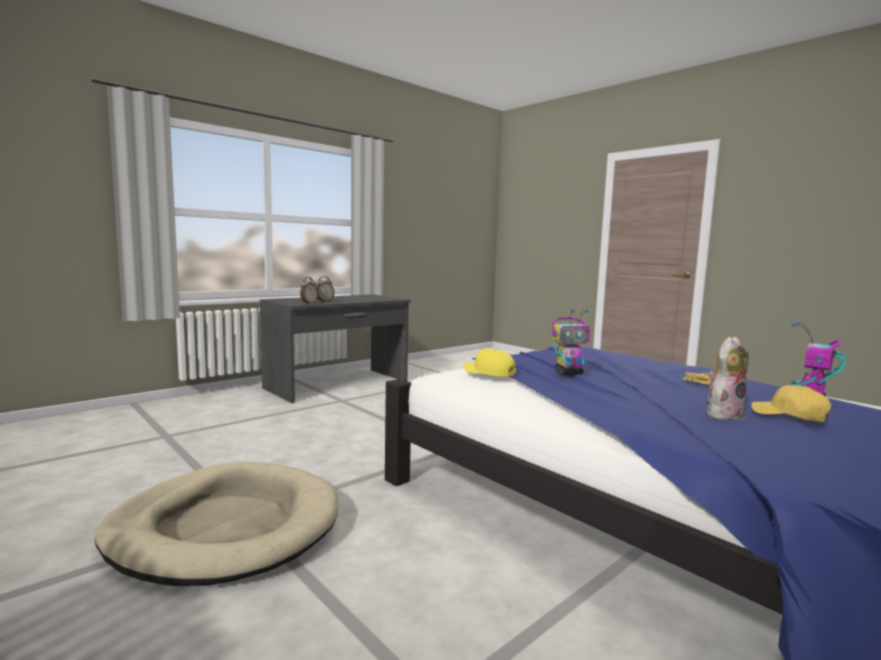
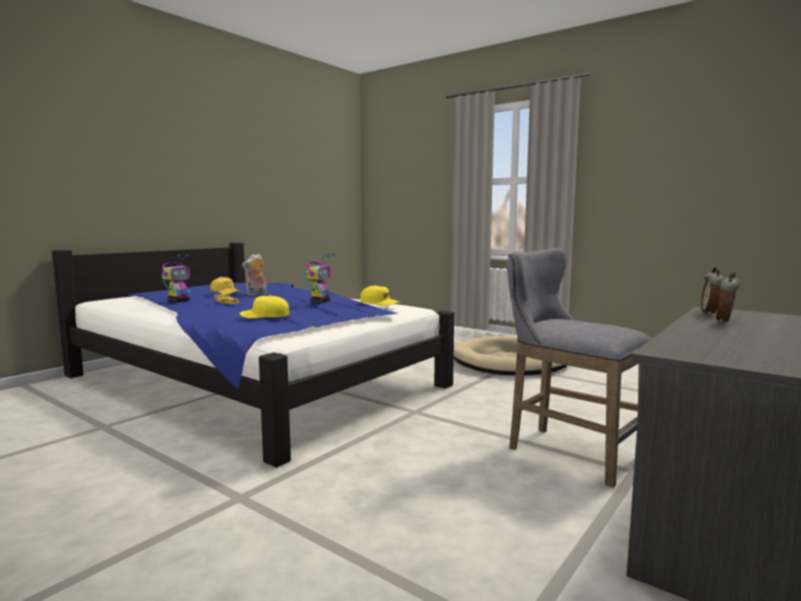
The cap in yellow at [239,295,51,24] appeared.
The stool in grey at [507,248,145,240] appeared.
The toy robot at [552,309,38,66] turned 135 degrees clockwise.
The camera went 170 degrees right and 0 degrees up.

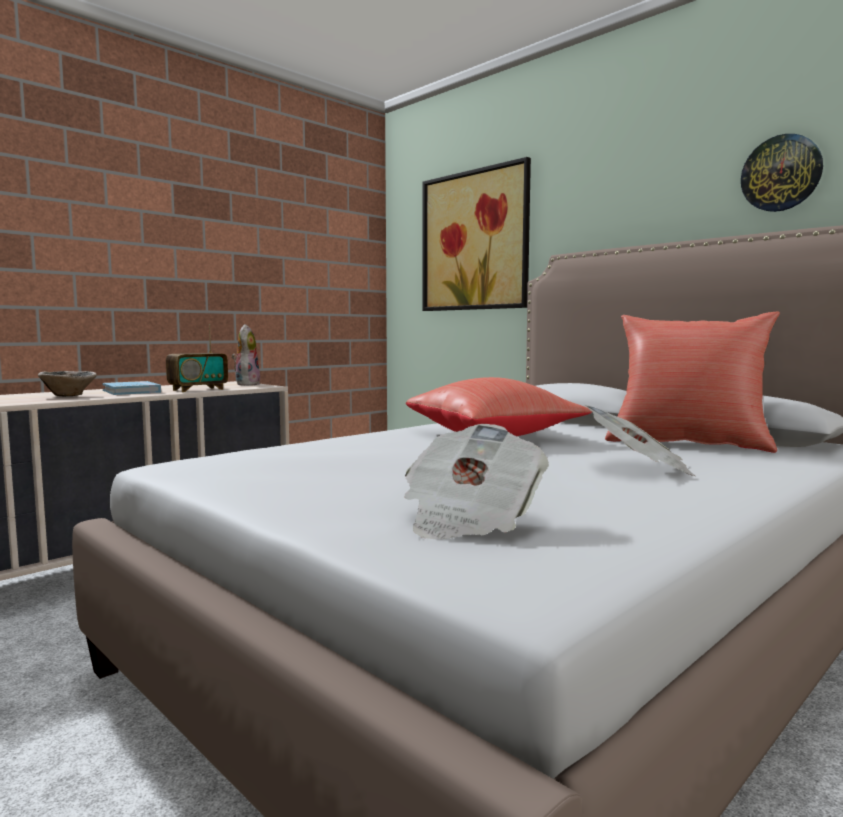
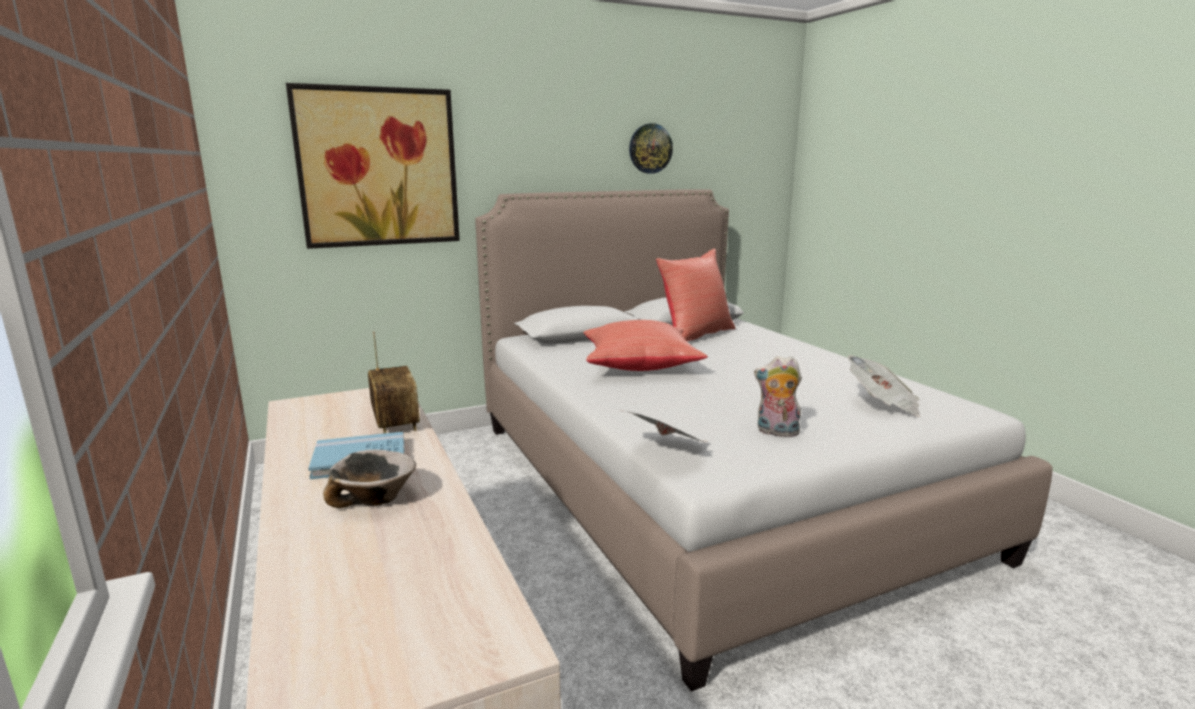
The plush toy moved from [232,324,28,62] to [754,356,48,81].
The newspaper moved from [585,405,110,71] to [625,411,83,31].
The camera went 70 degrees left and 10 degrees up.

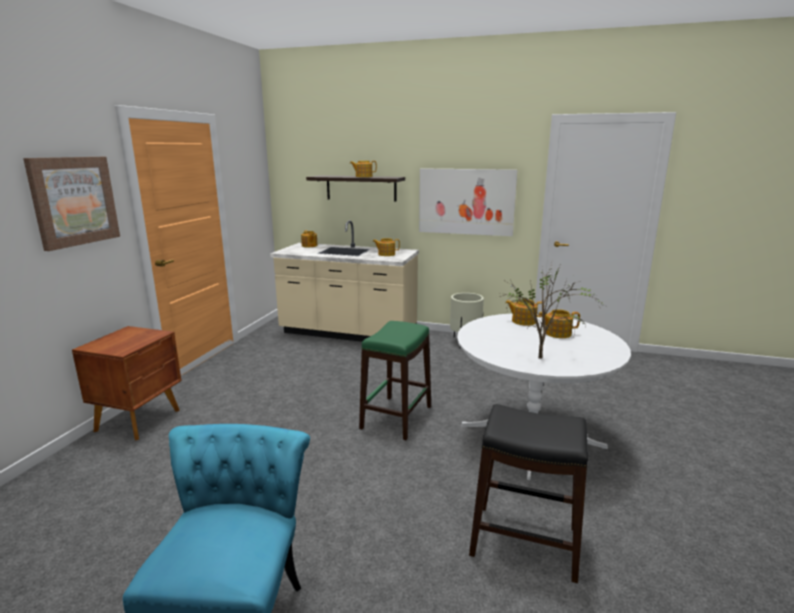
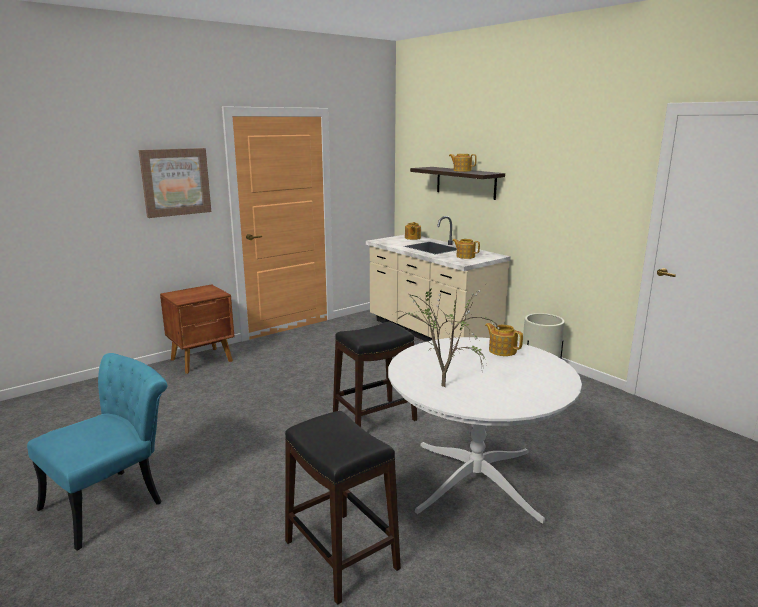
The picture at [419,168,99,68] disappeared.
The teapot at [539,309,41,29] disappeared.
The stool in green at [359,321,72,119] became the stool in black at [333,322,84,105].
The camera went 35 degrees right and 0 degrees up.

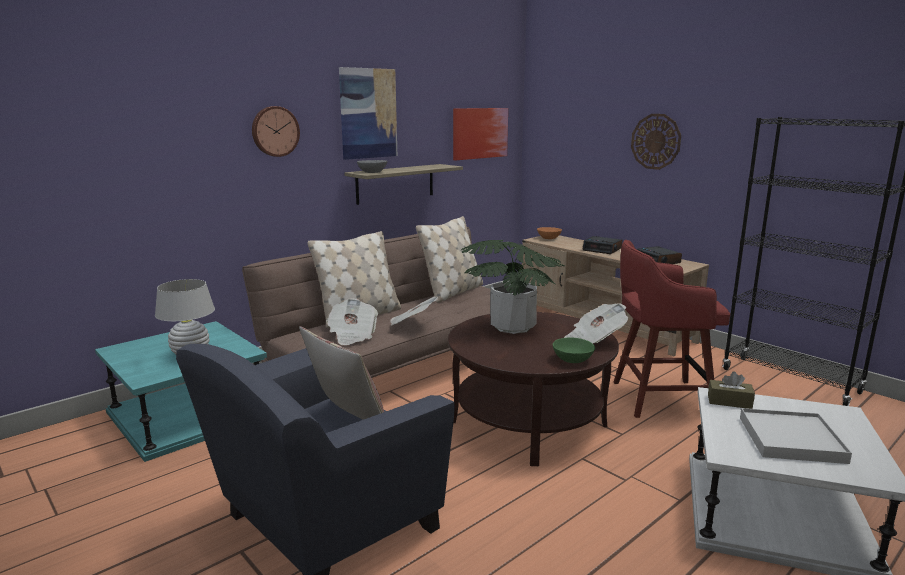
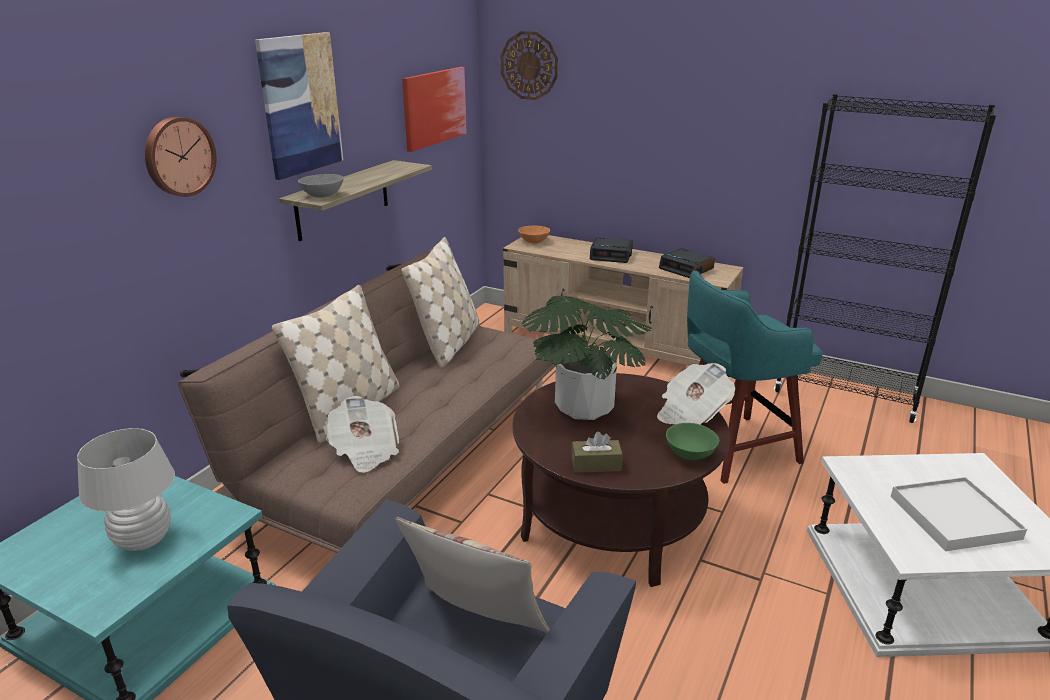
The newspaper at [390,297,48,29] disappeared.
The wall clock moved from [631,114,50,56] to [501,31,57,69].
The tissue box in brown moved from [708,371,47,38] to [571,432,52,41].
The stool in red at [614,240,116,178] became the stool in turquoise at [687,270,136,214].
The camera went 20 degrees left and 10 degrees up.

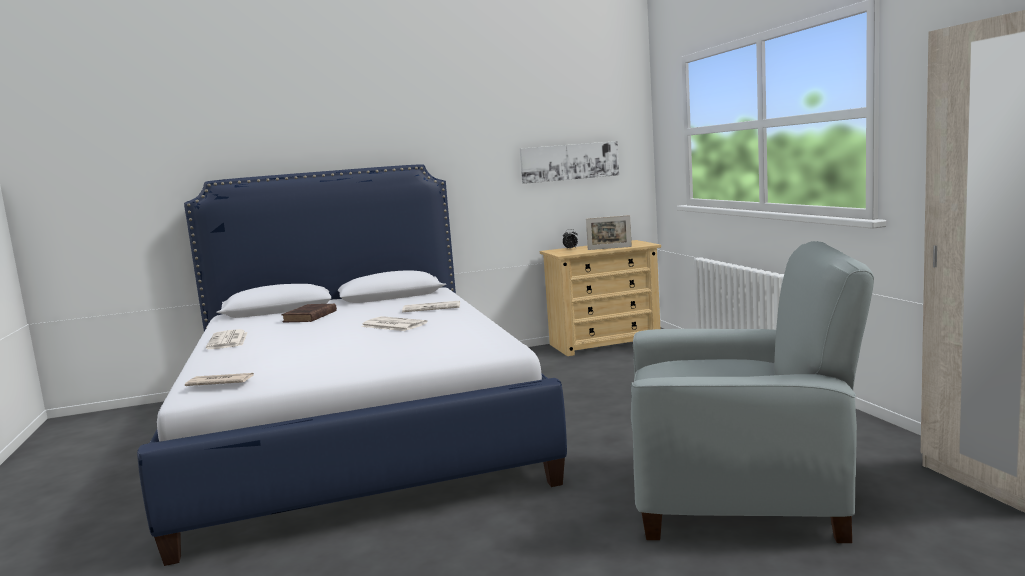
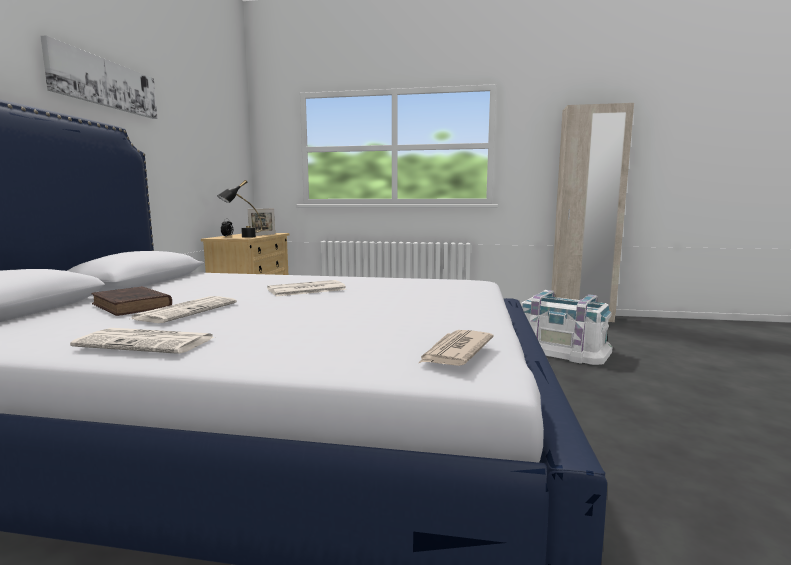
The table lamp in black at [217,180,45,58] appeared.
The newspaper moved from [402,301,58,11] to [131,296,106,27].
The picture moved from [520,141,99,43] to [40,35,117,84].
The armchair in grey at [631,241,243,302] was replaced by the storage box in white at [521,290,91,75].
The camera went 65 degrees left and 0 degrees up.

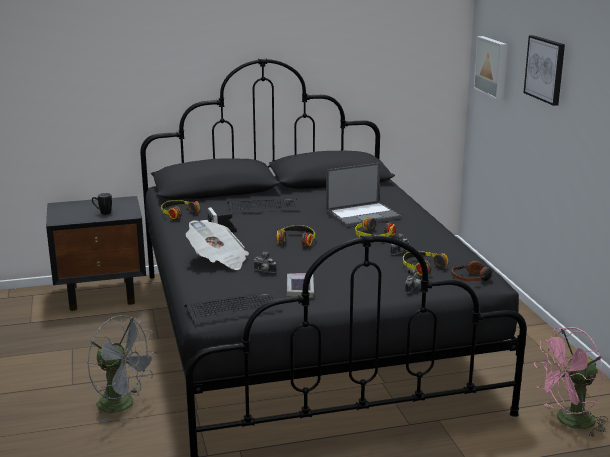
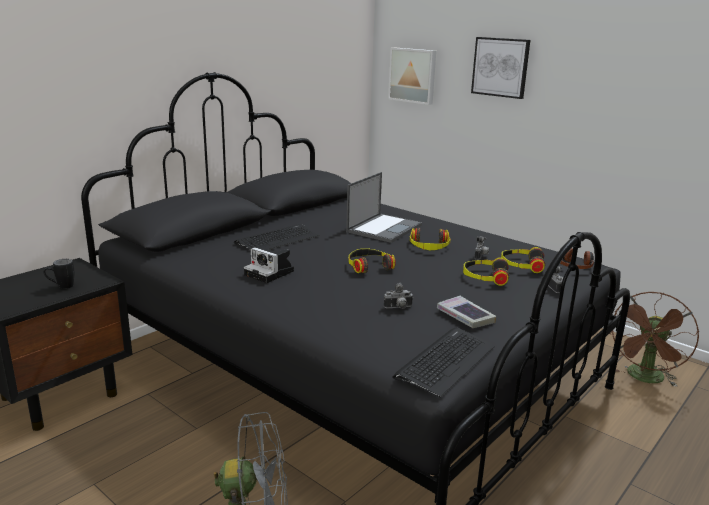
The newspaper at [186,220,63,50] disappeared.
The headphones moved from [161,200,39,19] to [463,257,46,29].
The fan in pink at [534,327,74,109] became the fan in brown at [609,292,90,95].
The camera went 35 degrees left and 0 degrees up.

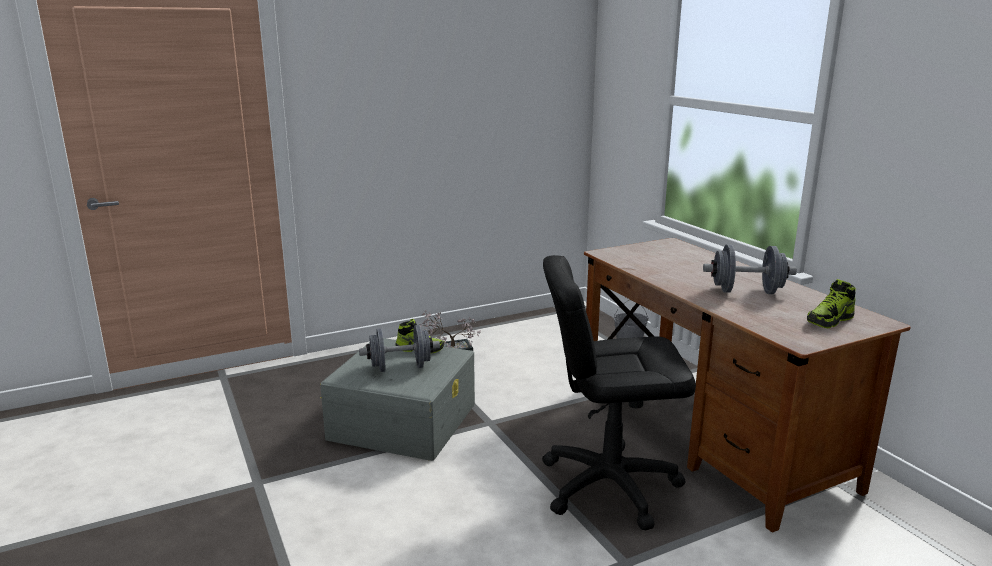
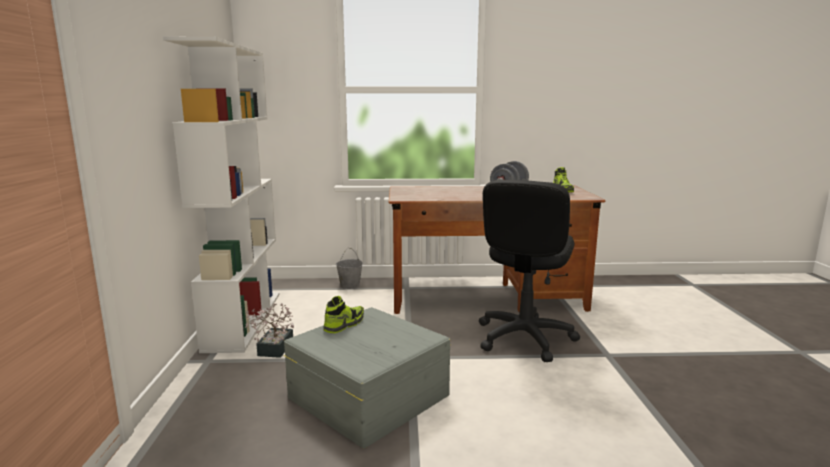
The dumbbell in grey at [359,325,81,47] disappeared.
The bookcase in white at [163,37,117,316] appeared.
The camera went 65 degrees left and 5 degrees down.

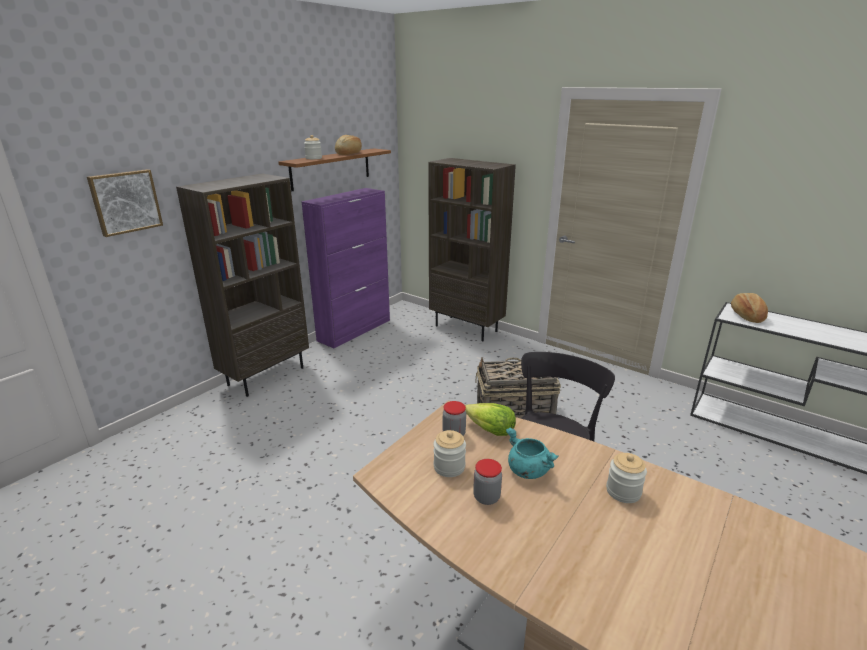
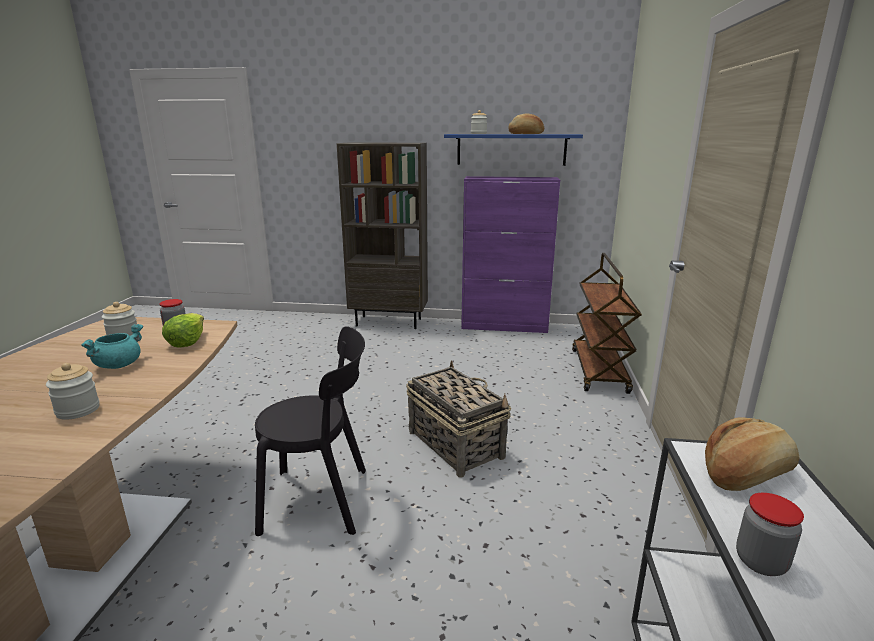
The picture at [87,169,76,68] disappeared.
The jar moved from [473,459,29,46] to [736,493,68,83].
The bookcase in brown at [428,158,88,183] was replaced by the cart in brown at [572,253,70,141].
The shelf in brown at [278,148,113,43] became the shelf in blue at [444,134,139,32].
The camera went 60 degrees right and 5 degrees down.

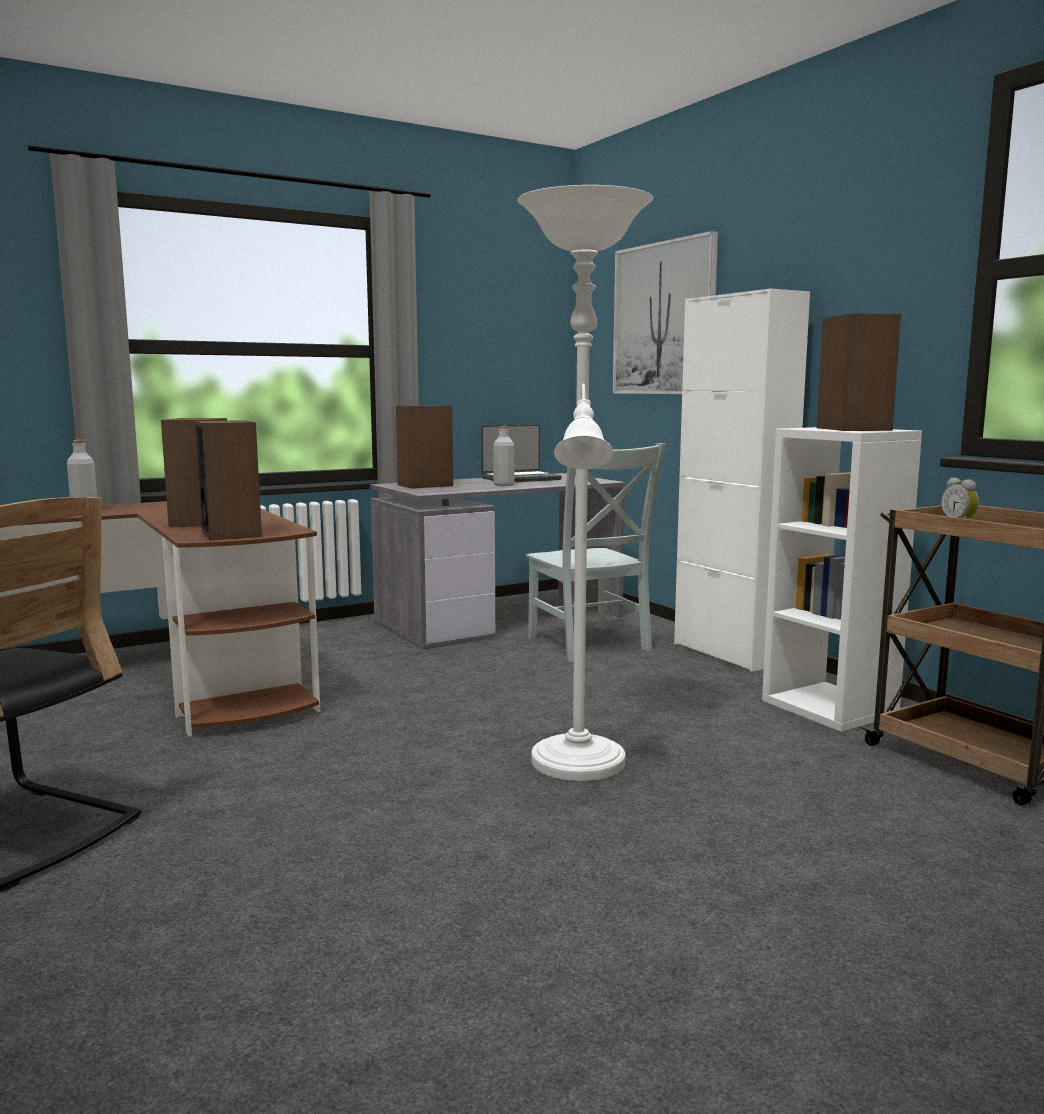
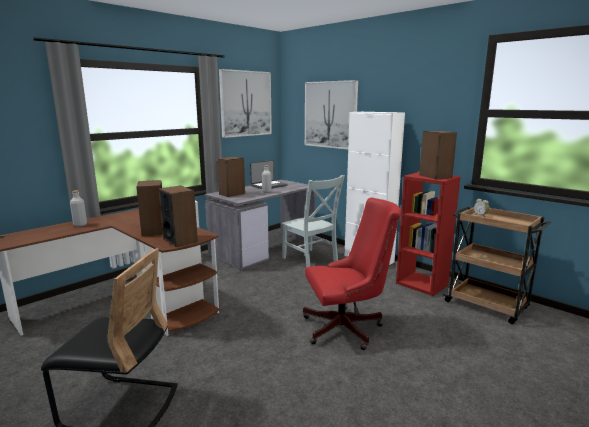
The picture at [219,69,53,69] appeared.
The floor lamp in white at [517,185,136,596] was replaced by the office chair in red at [303,198,98,152].
The bookcase in white at [762,427,160,305] became the bookcase in red at [396,172,64,124].
The camera went 15 degrees left and 5 degrees up.

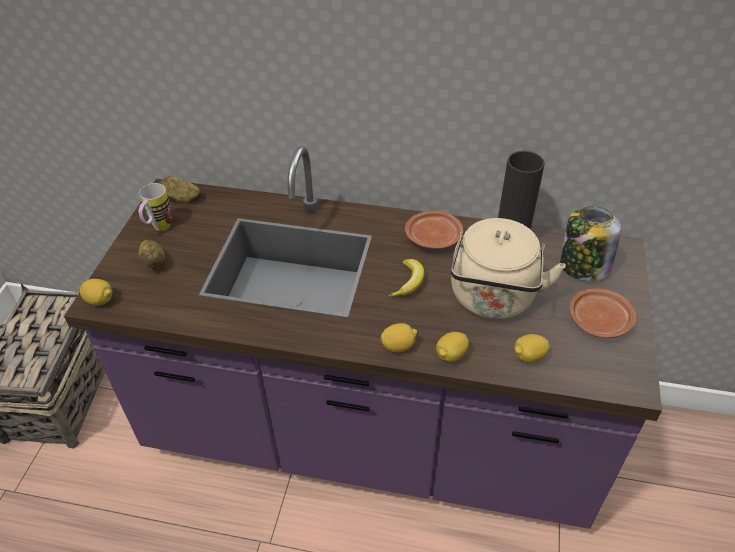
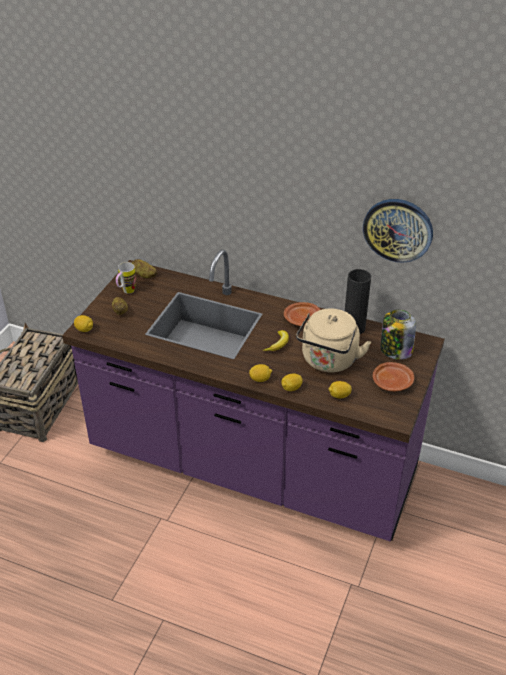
The wall clock at [363,199,70,64] appeared.
The camera went 10 degrees right and 5 degrees down.

